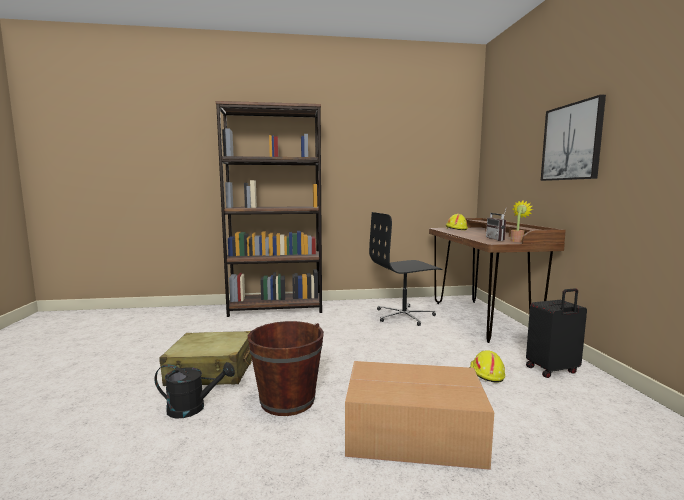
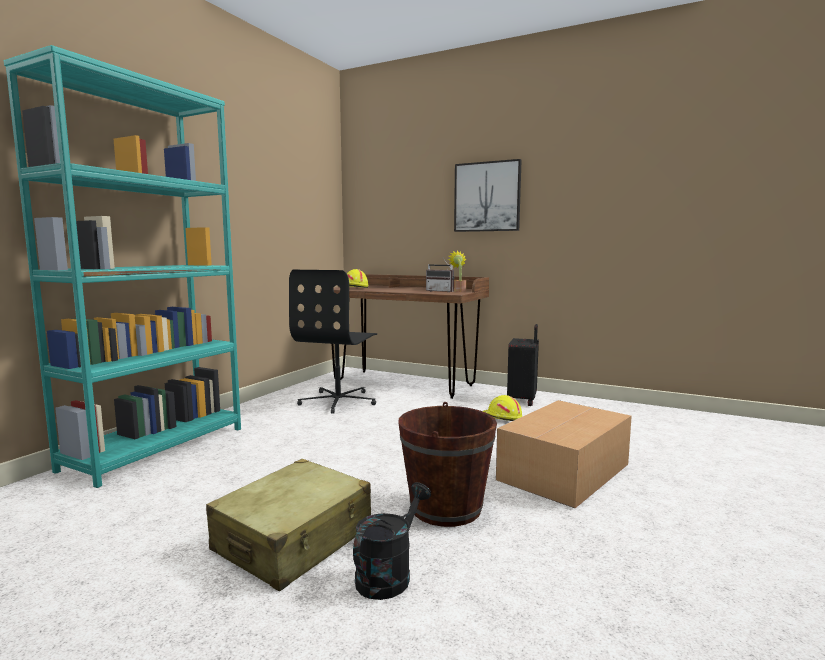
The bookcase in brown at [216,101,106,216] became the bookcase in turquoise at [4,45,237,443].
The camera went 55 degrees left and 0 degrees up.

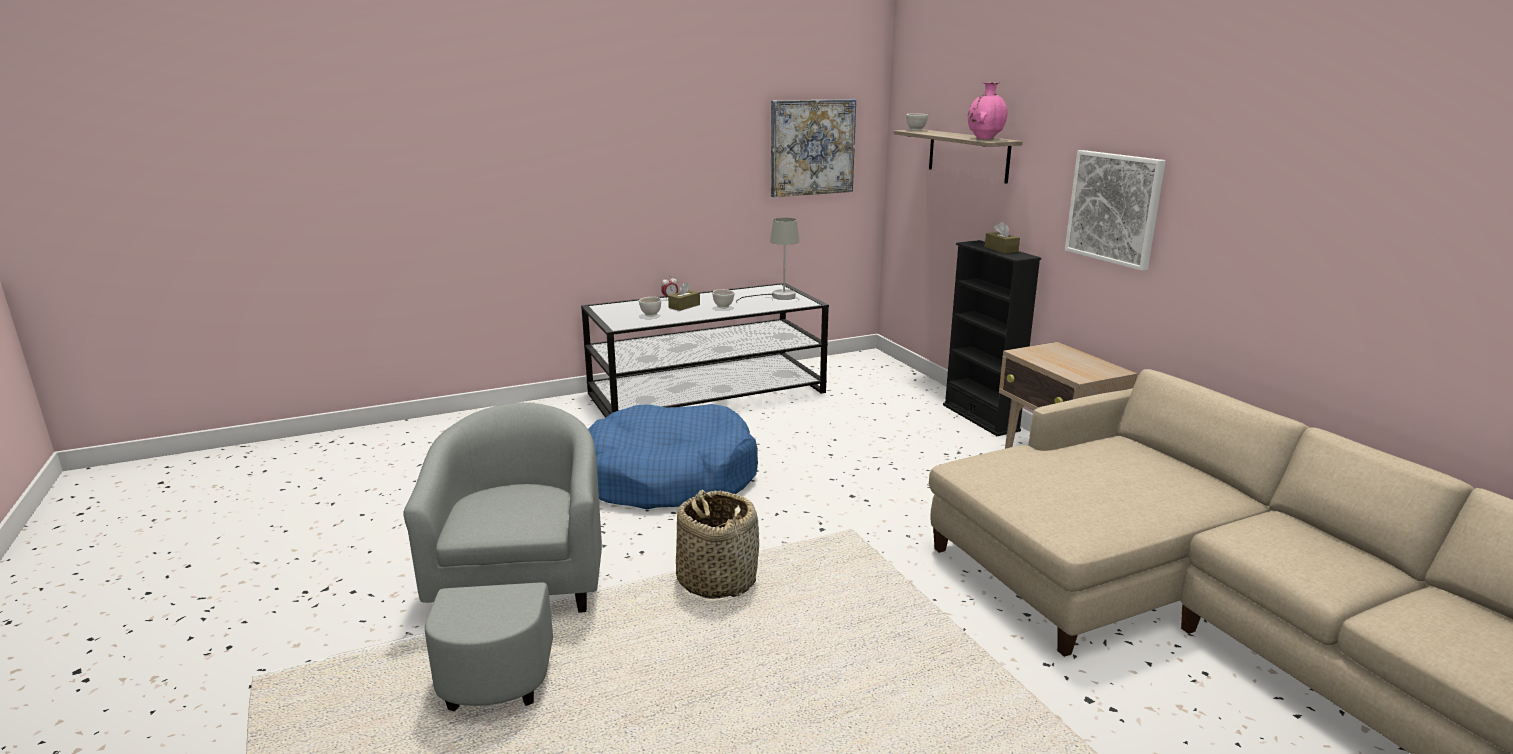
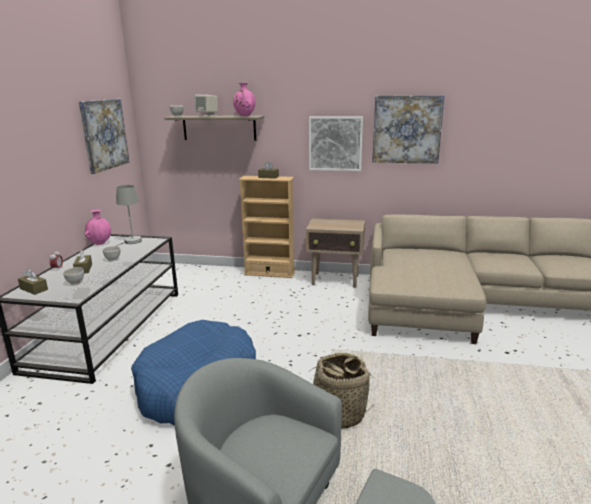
The tissue box in brown at [18,269,30,26] appeared.
The vase in pink at [85,210,26,35] appeared.
The speaker in beige at [195,95,23,22] appeared.
The picture at [372,95,73,69] appeared.
The bookcase in black at [943,240,98,196] became the bookcase in beige at [238,176,57,102].
The camera went 55 degrees left and 0 degrees up.

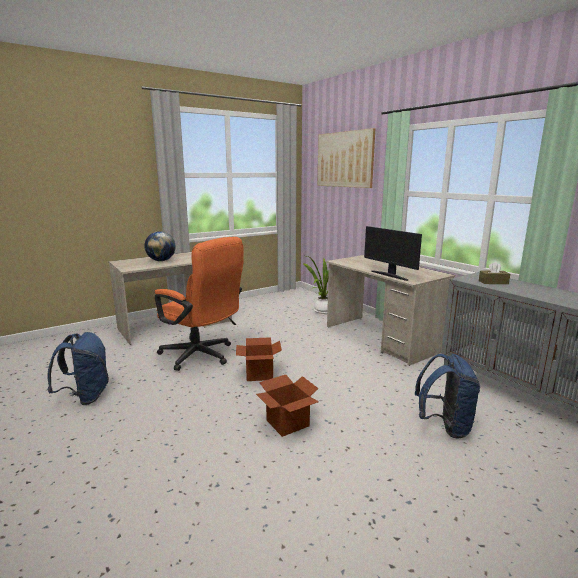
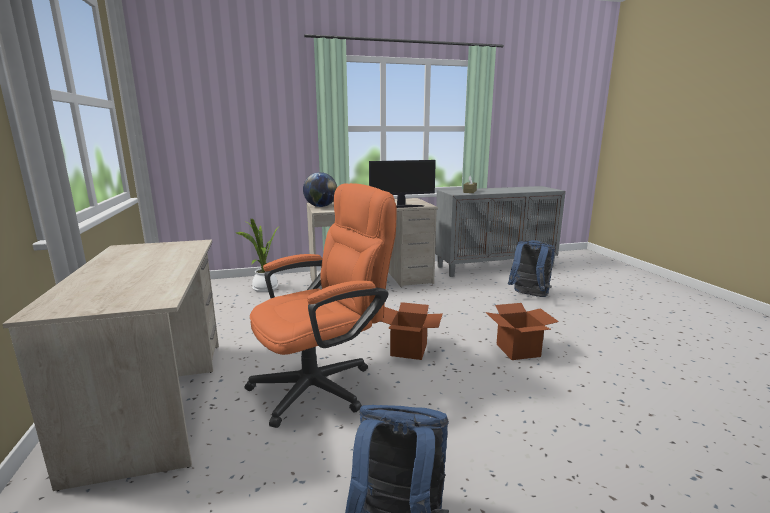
The picture at [317,128,58,60] disappeared.
The globe moved from [144,231,32,30] to [303,172,34,35].
The camera went 70 degrees left and 0 degrees up.

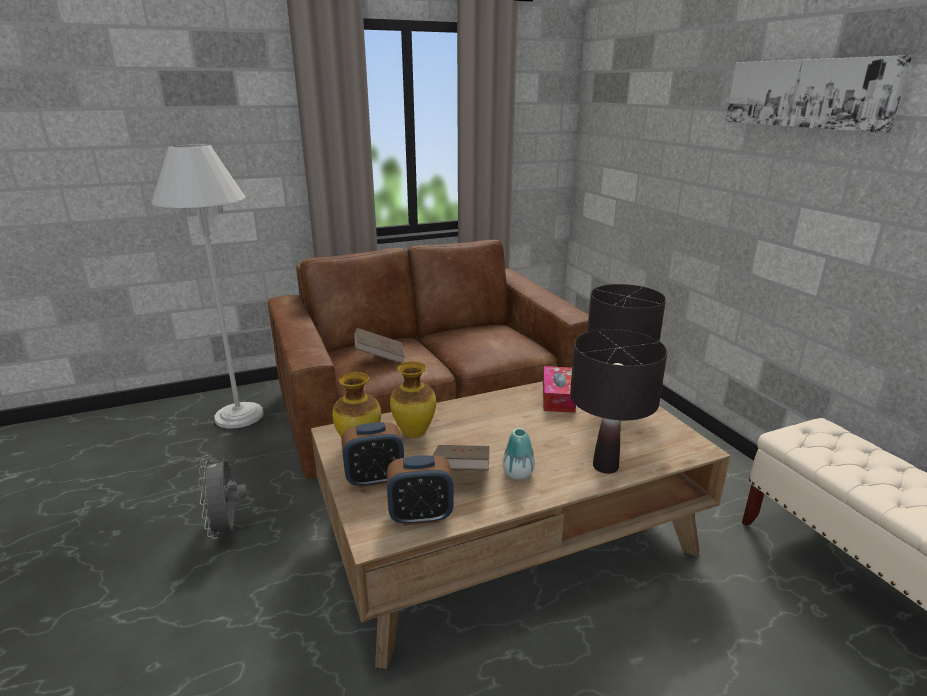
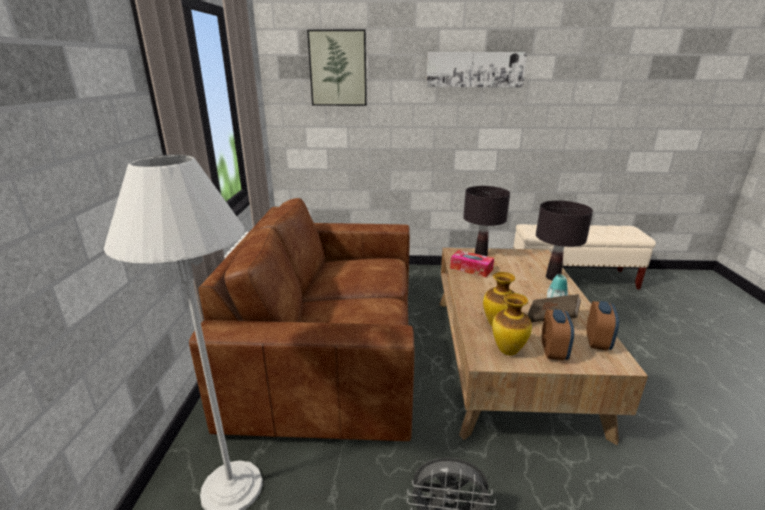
The book in brown at [354,328,51,35] disappeared.
The picture at [307,30,60,76] appeared.
The camera went 65 degrees left and 0 degrees up.

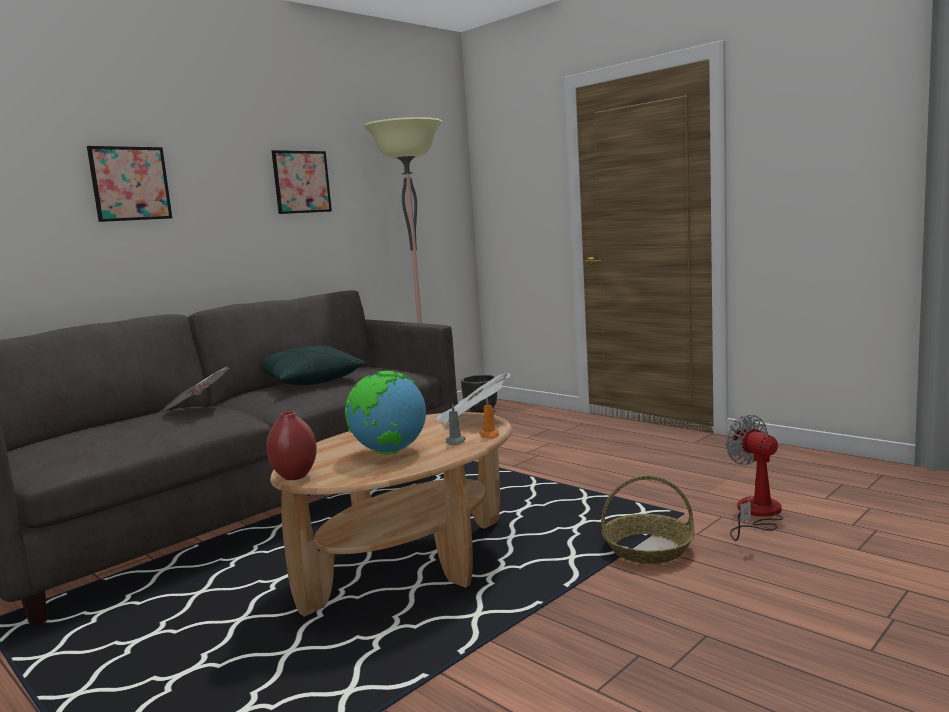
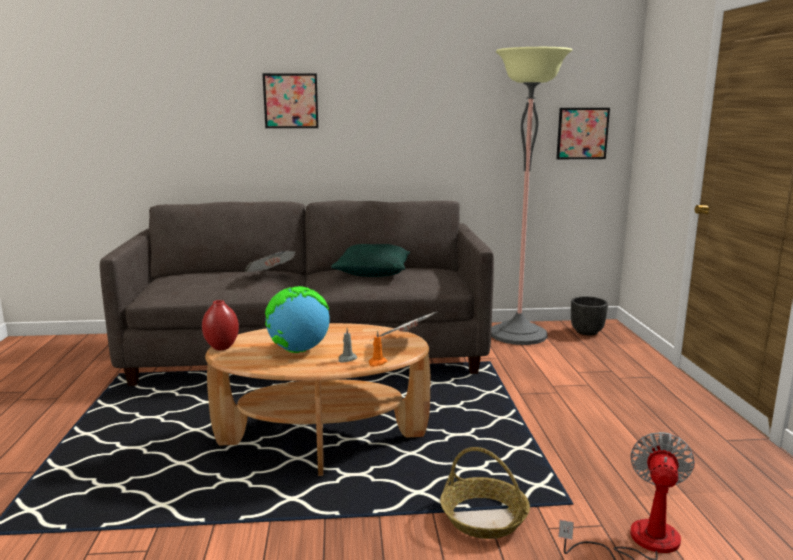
The picture moved from [272,150,60,64] to [556,108,54,51].
The camera went 40 degrees right and 5 degrees up.

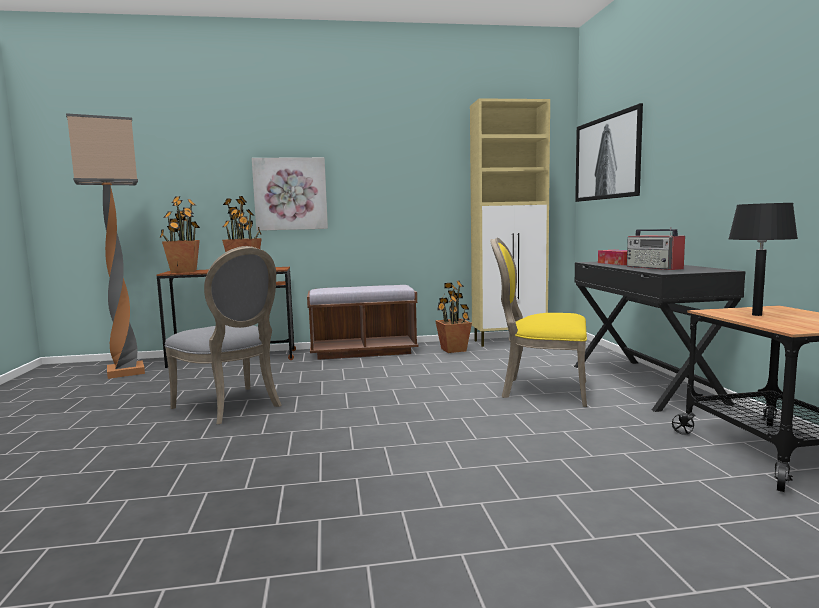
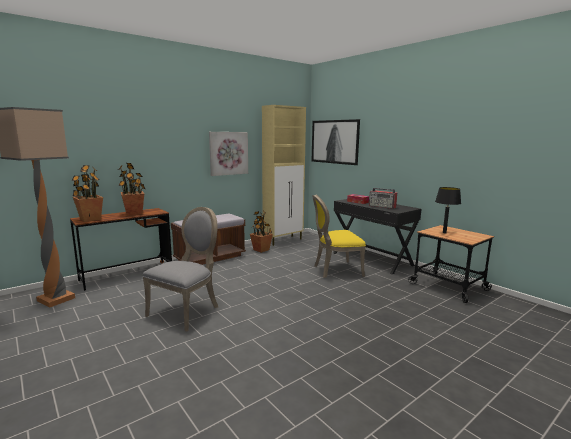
The picture moved from [252,157,76,74] to [209,132,39,44].
The chair in grey at [164,246,118,178] turned 75 degrees counterclockwise.
The camera went 30 degrees left and 5 degrees up.

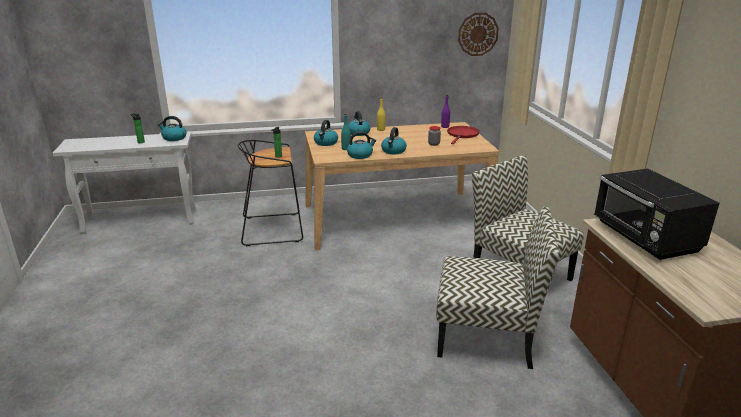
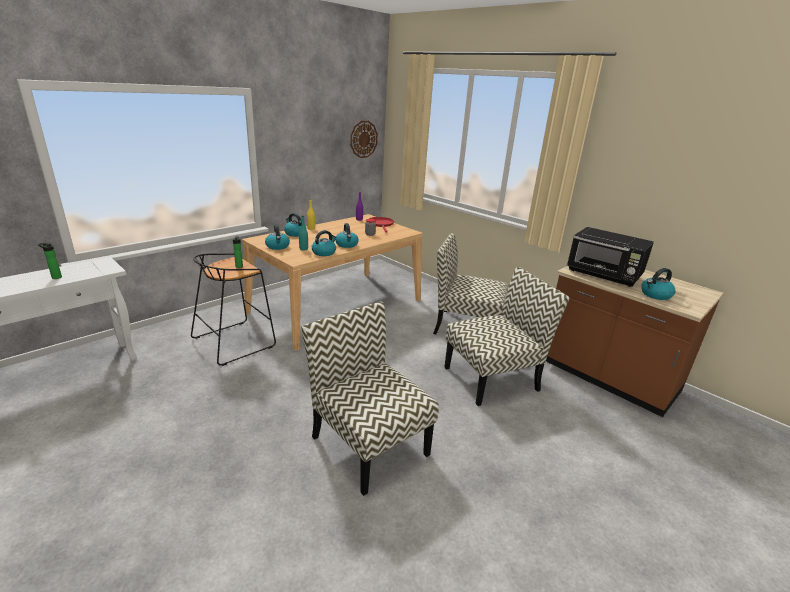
The chair at [301,302,138,194] appeared.
The kettle moved from [158,116,28,25] to [641,268,35,32].
The camera went 35 degrees left and 0 degrees up.

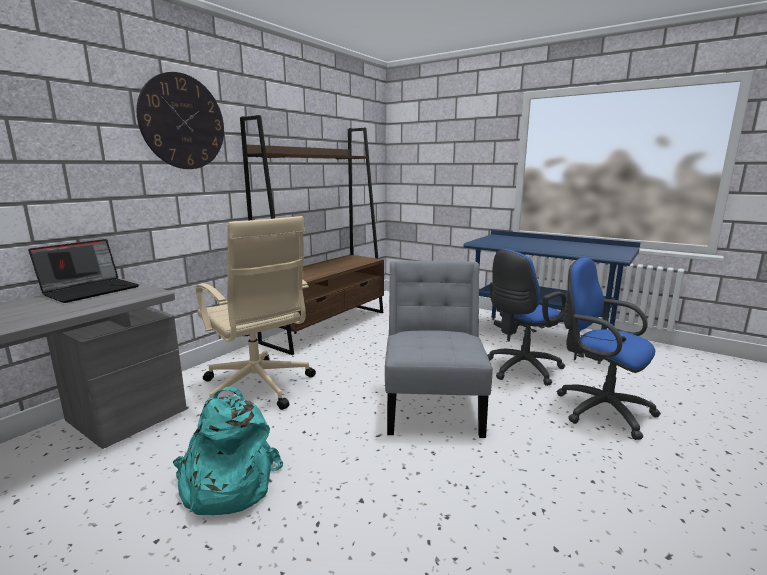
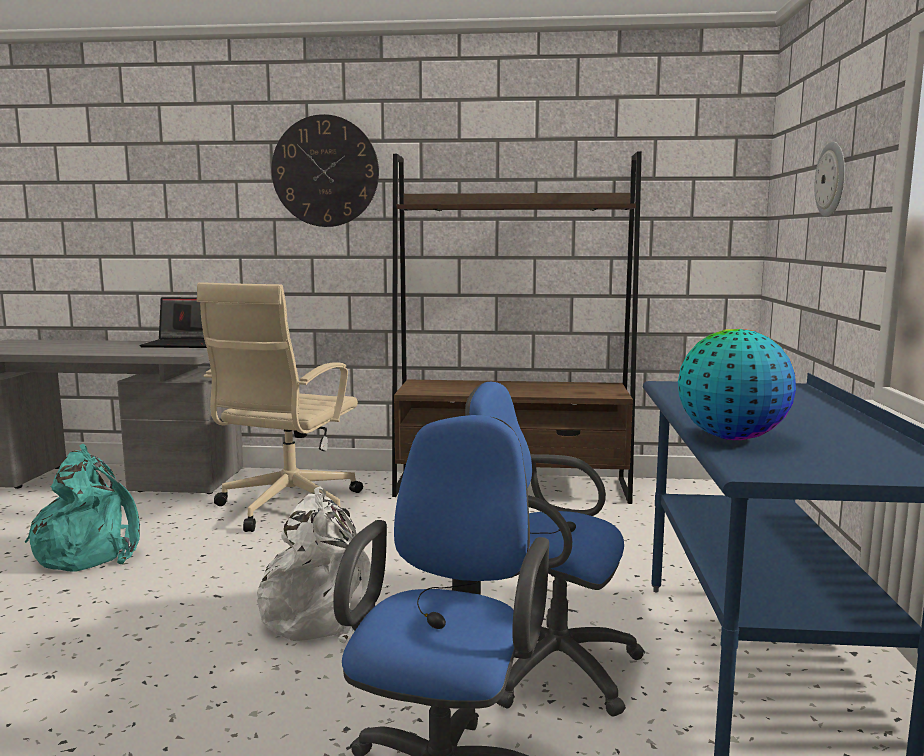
The globe at [678,329,118,111] appeared.
The wall clock at [814,142,31,75] appeared.
The chair in grey at [385,260,108,178] was replaced by the backpack in white at [257,487,133,156].
The camera went 60 degrees right and 5 degrees down.

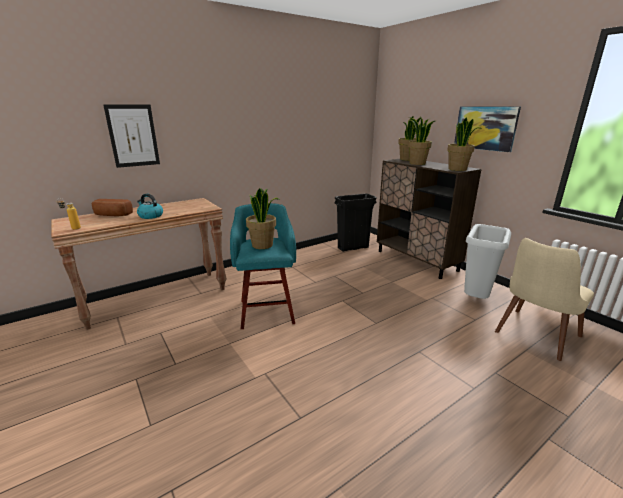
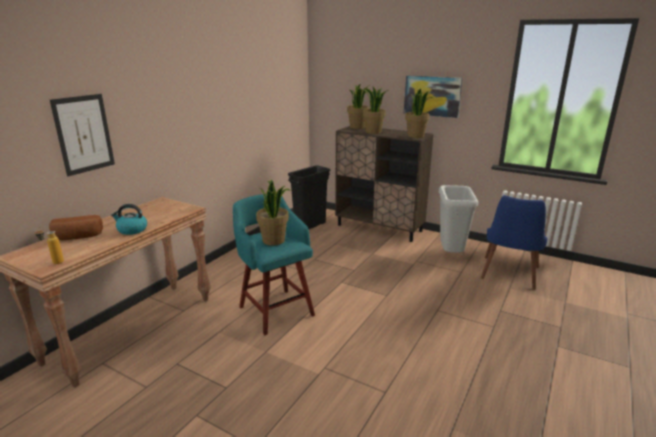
The chair in beige at [495,238,99,123] became the chair in blue at [481,195,67,95].
The camera went 25 degrees left and 0 degrees up.

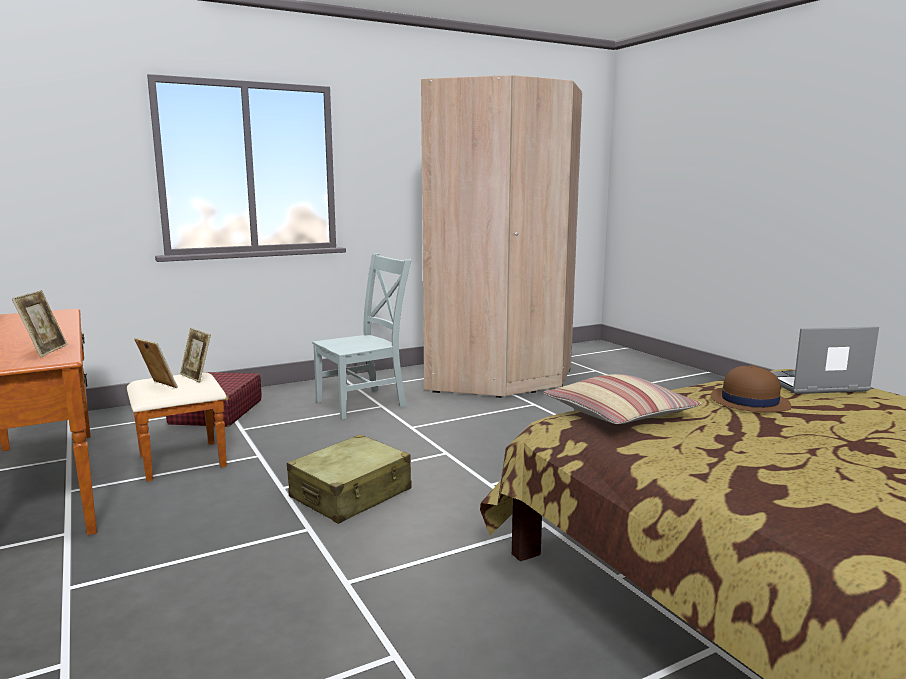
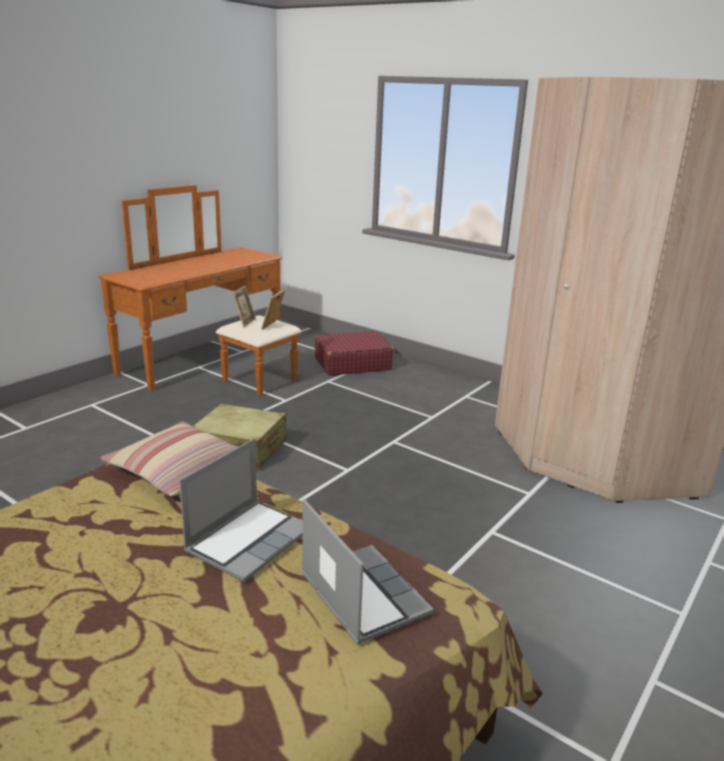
The picture frame at [12,290,56,67] disappeared.
The chair in grey at [312,254,99,165] disappeared.
The hat in brown at [711,365,80,47] was replaced by the laptop at [179,438,124,144].
The camera went 65 degrees right and 10 degrees up.

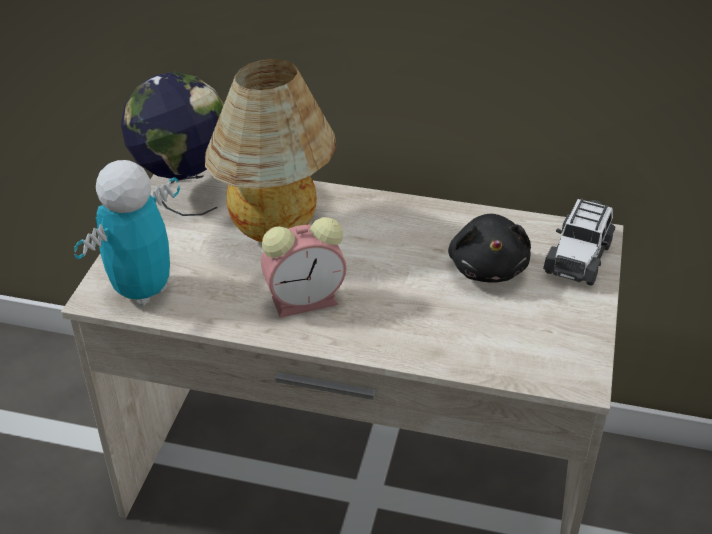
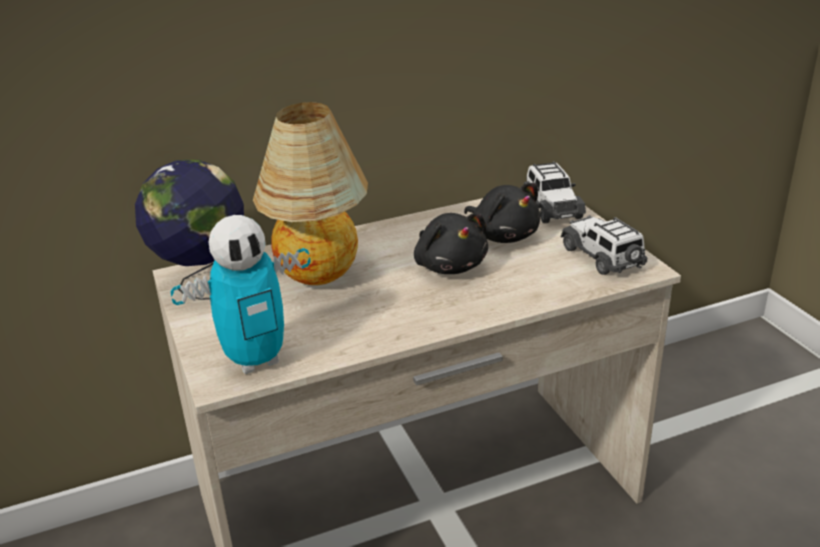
The alarm clock at [261,217,86,101] disappeared.
The plush toy in black at [414,213,74,61] appeared.
The toy car at [561,215,86,60] appeared.
The toy robot at [74,160,106,147] turned 120 degrees counterclockwise.
The camera went 35 degrees left and 10 degrees down.

